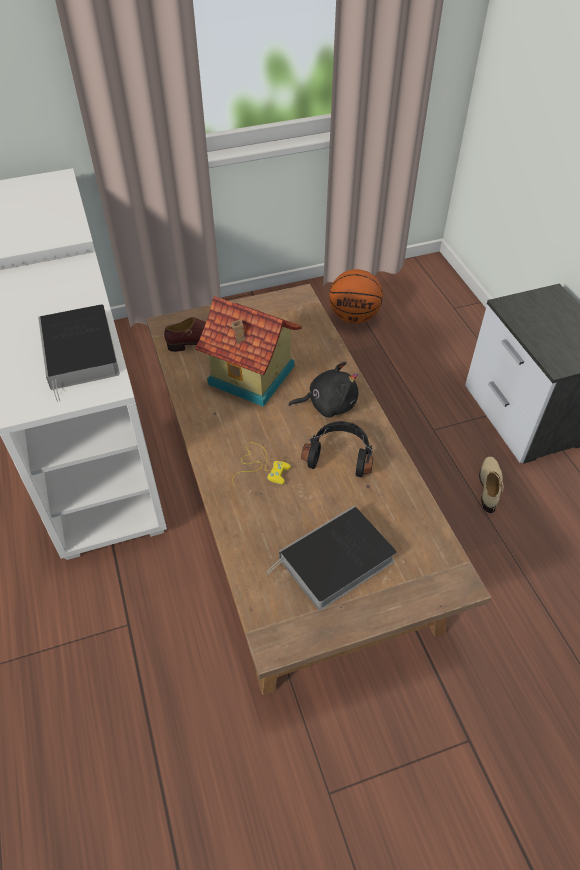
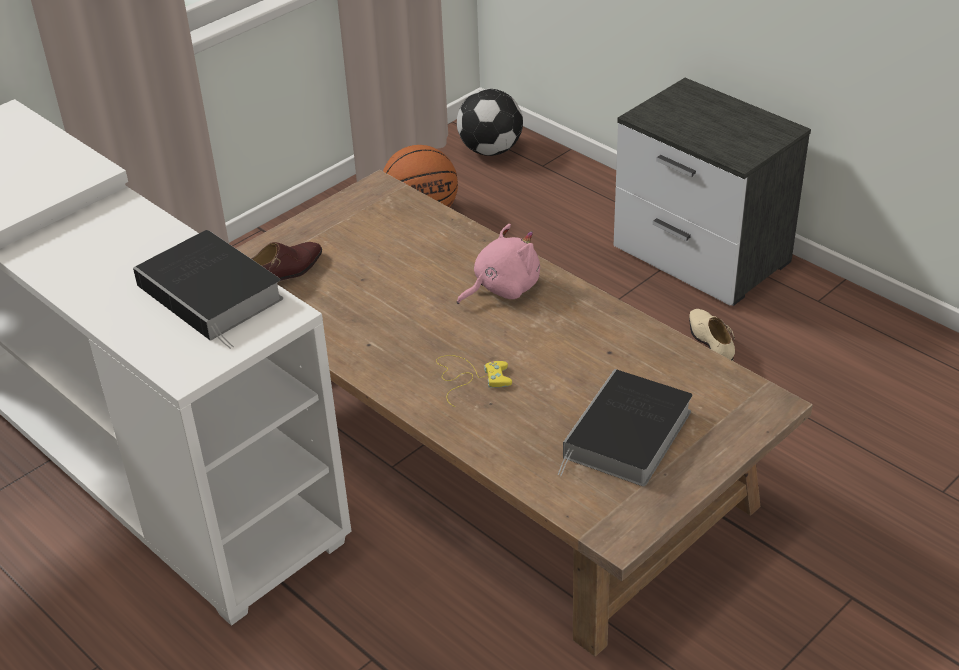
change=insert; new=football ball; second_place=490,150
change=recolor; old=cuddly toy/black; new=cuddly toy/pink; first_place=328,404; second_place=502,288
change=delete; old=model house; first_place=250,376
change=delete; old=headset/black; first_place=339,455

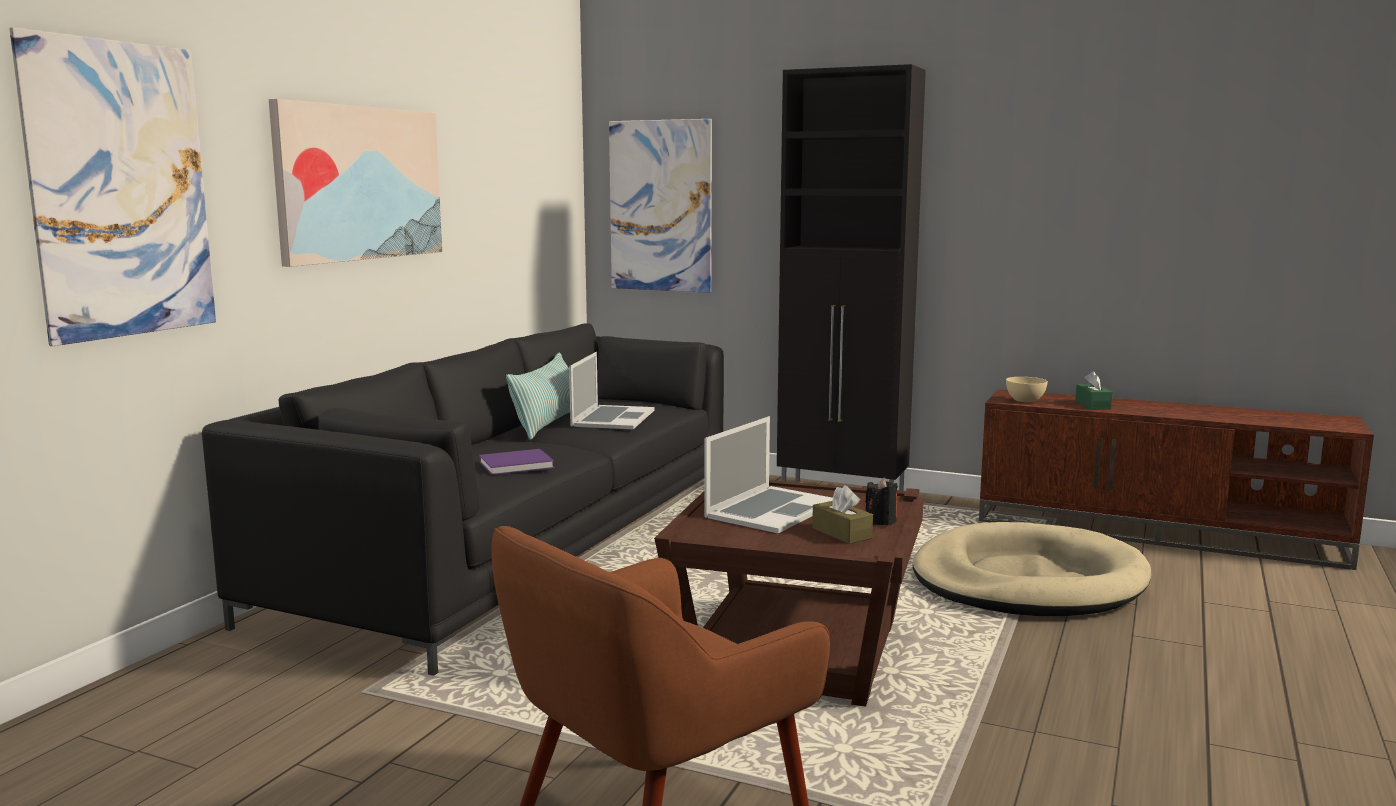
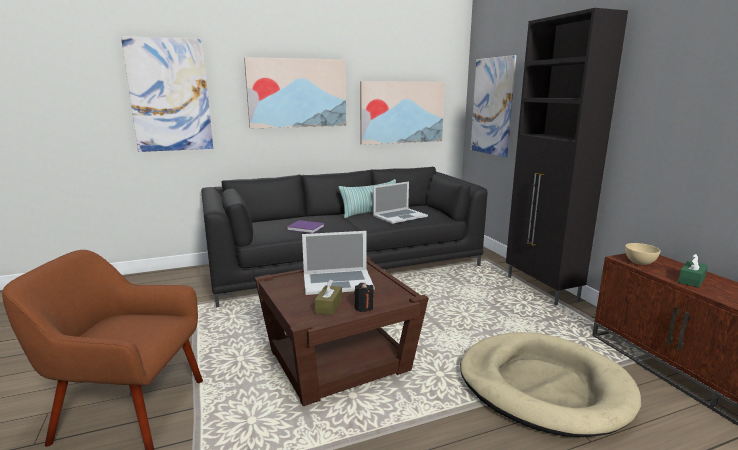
change=insert; new=wall art; second_place=402,112

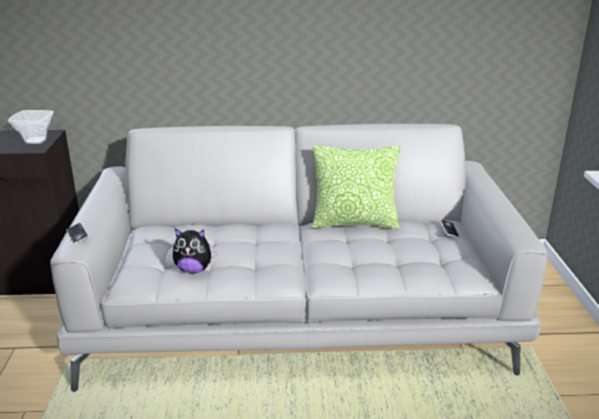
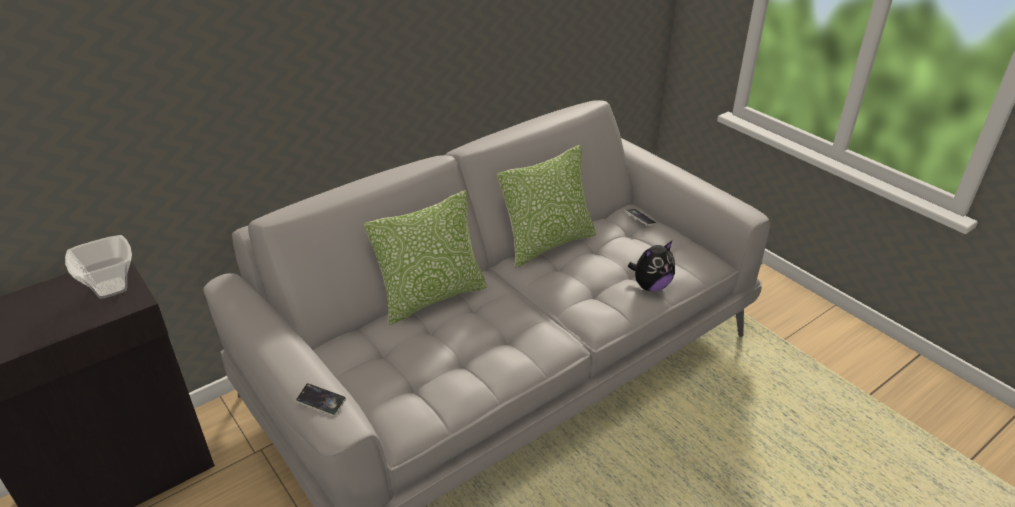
change=insert; new=throw pillow; second_place=432,297
change=move; old=cuddly toy; first_place=194,270; second_place=650,286

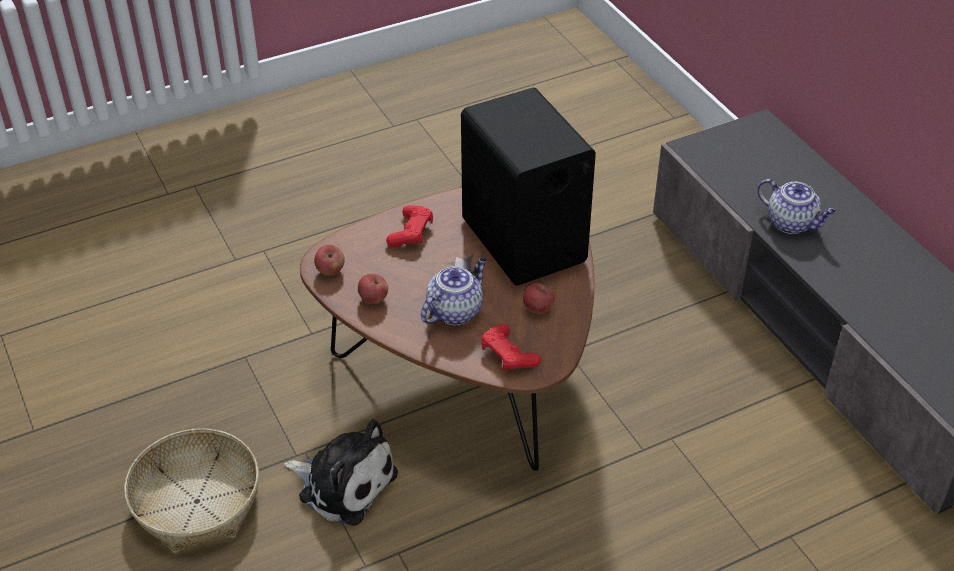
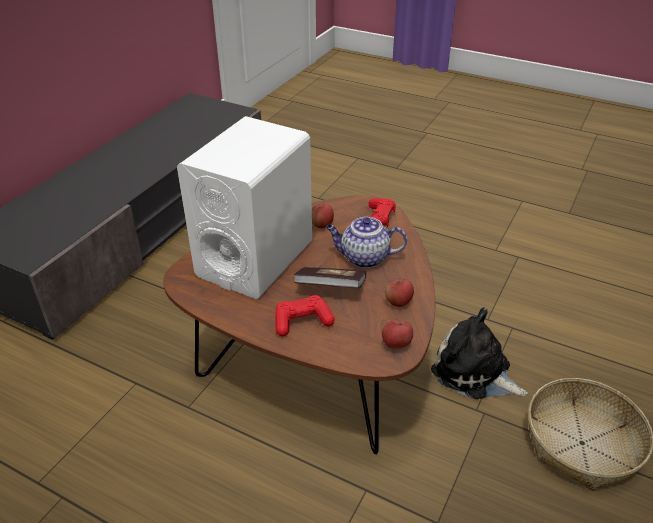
change=recolor; old=audio speaker/black; new=audio speaker/white; first_place=524,241; second_place=255,258
change=insert; new=volume; second_place=330,288
change=rotate; old=cuddly toy; first_place=343,483; second_place=474,372; degrees=-45
change=delete; old=teapot; first_place=792,223

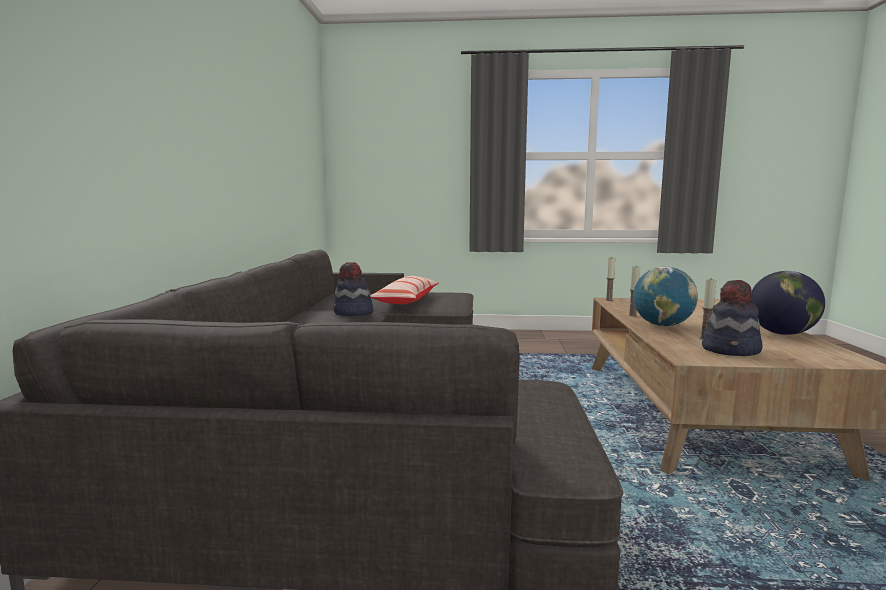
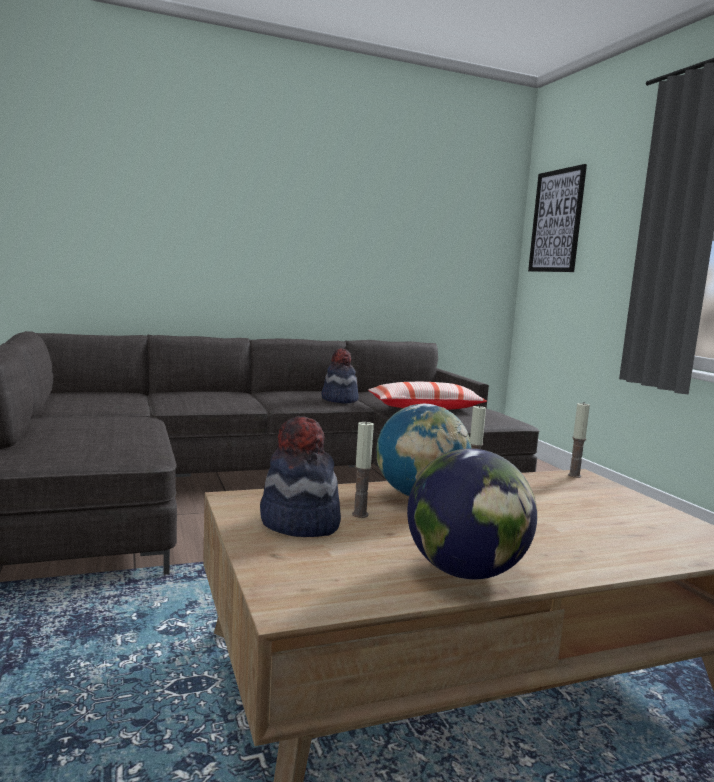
change=insert; new=wall art; second_place=556,221

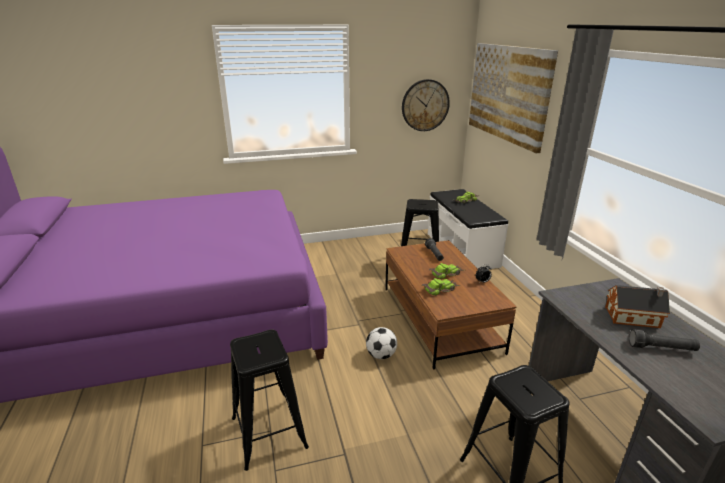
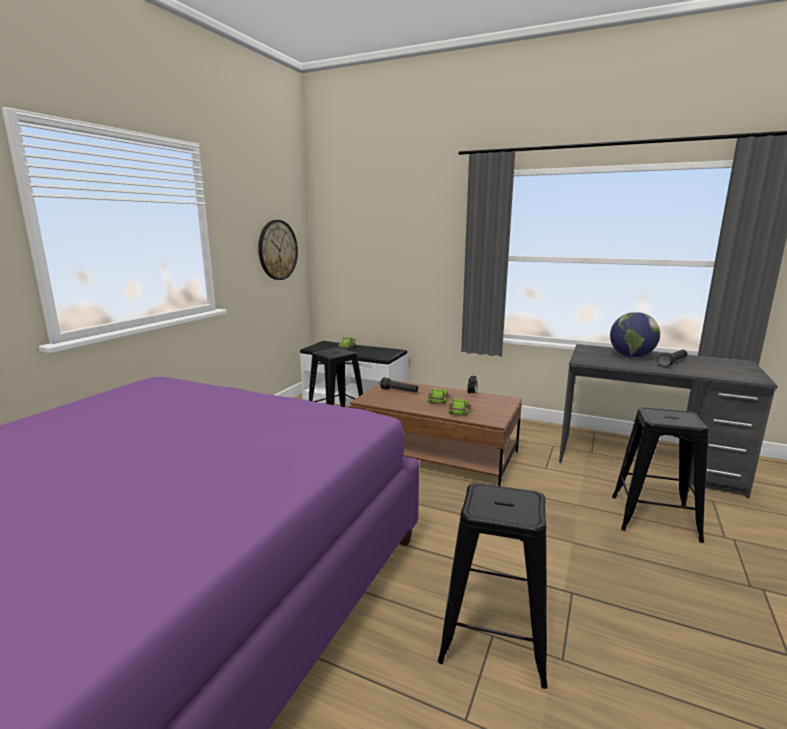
change=replace; old=model house; new=globe; first_place=634,317; second_place=631,356
change=delete; old=football ball; first_place=381,355
change=delete; old=wall art; first_place=508,93

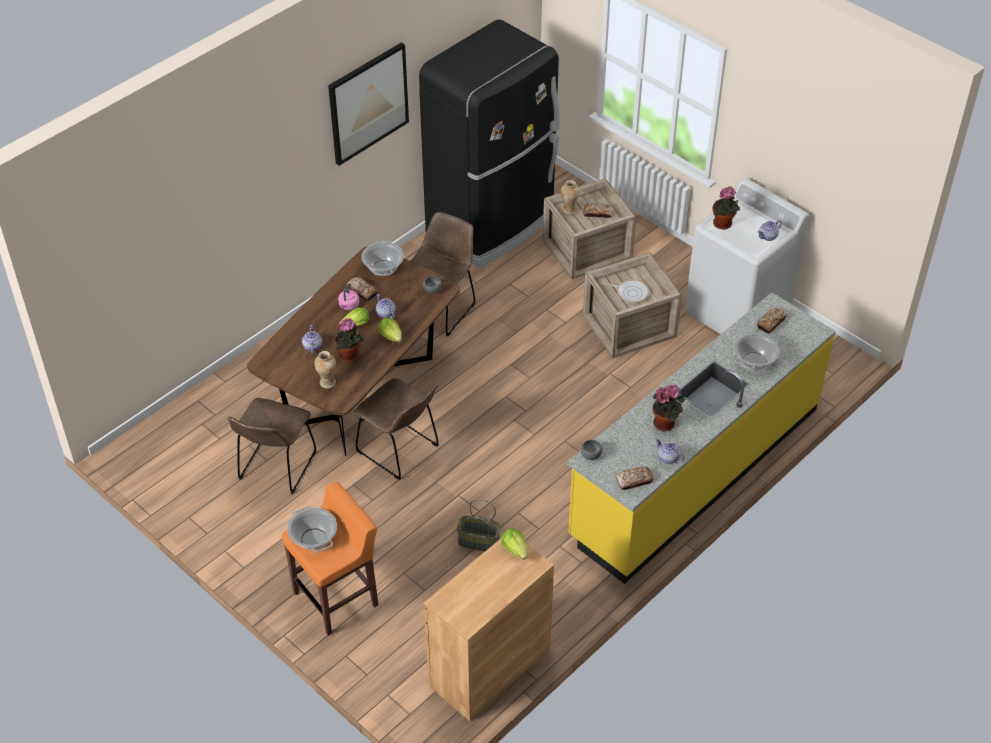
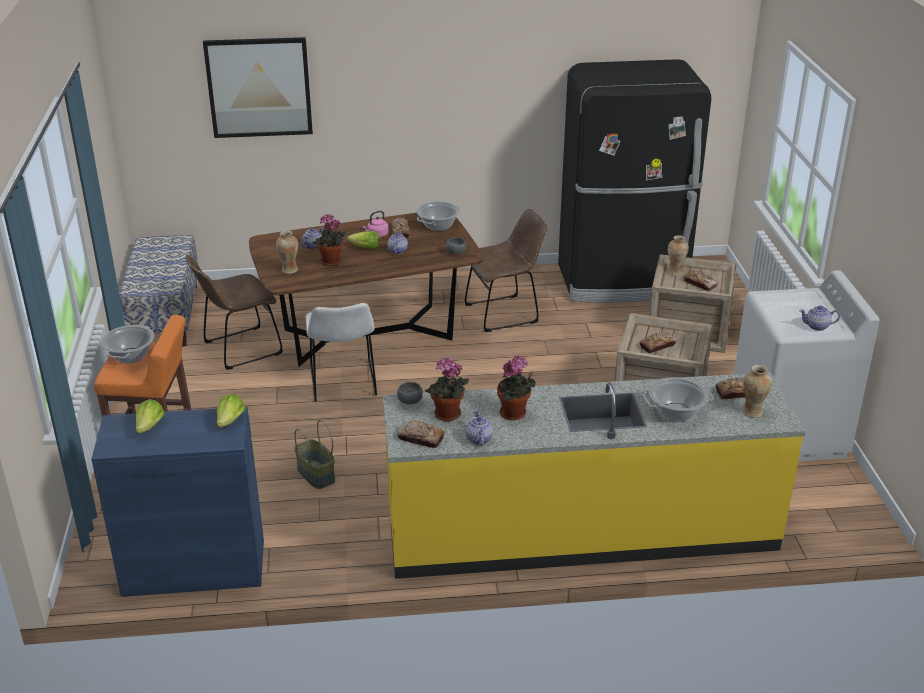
change=recolor; old=cupboard/brownish; new=cupboard/bluish; first_place=489,667; second_place=194,568
change=insert; new=long seat; second_place=165,316
change=move; old=lettuce head; first_place=391,336; second_place=150,427
change=move; old=wall art; first_place=368,103; second_place=259,87
change=recolor; old=plain chair/brownish; new=plain chair/white; first_place=400,451; second_place=343,384
change=move; old=potted plant; first_place=723,225; second_place=447,416
change=replace; old=frying pan; new=bakery bread; first_place=630,292; second_place=657,346
change=insert; new=flower vase; second_place=752,412

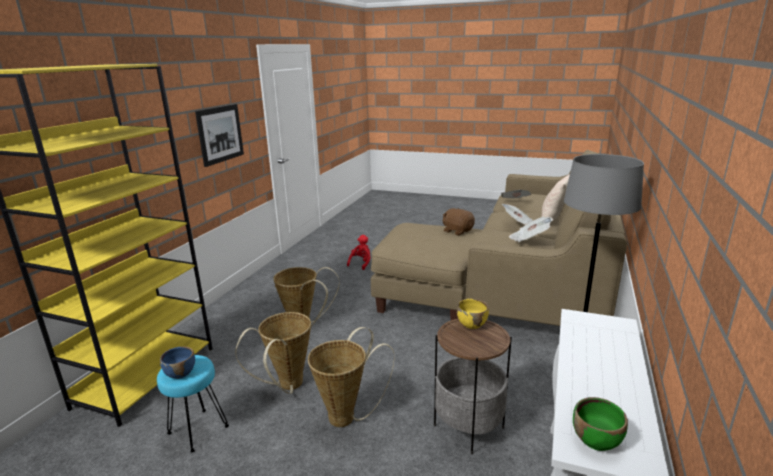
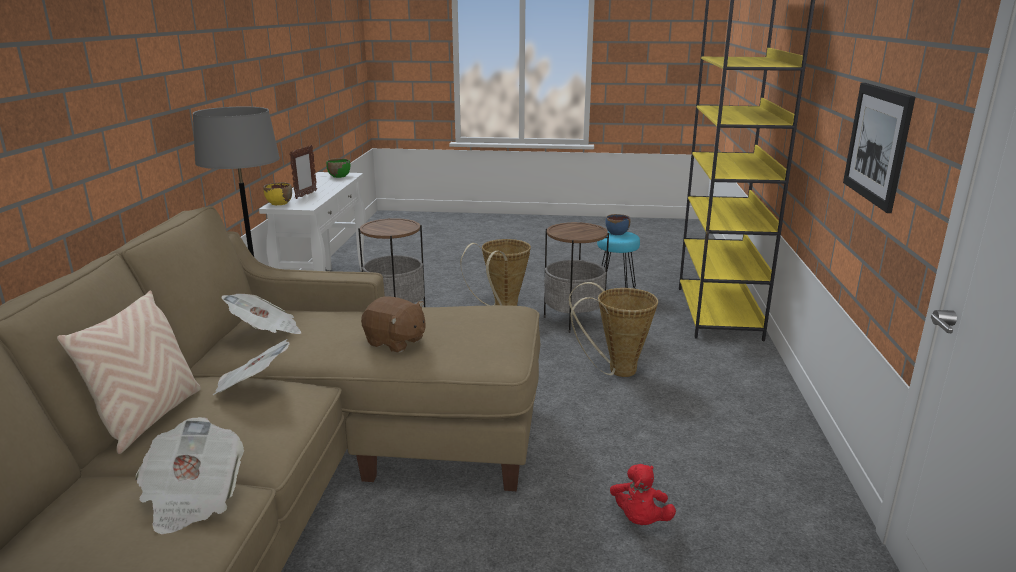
change=move; old=deep dish/yellowish; first_place=472,324; second_place=279,203
change=insert; new=standing frame; second_place=305,195
change=replace; old=storage basket; new=side table; first_place=287,386; second_place=573,320

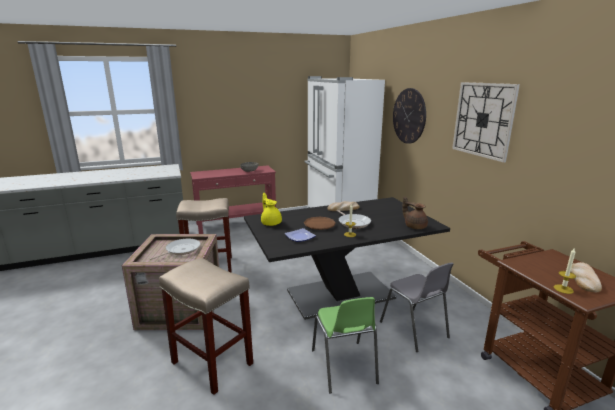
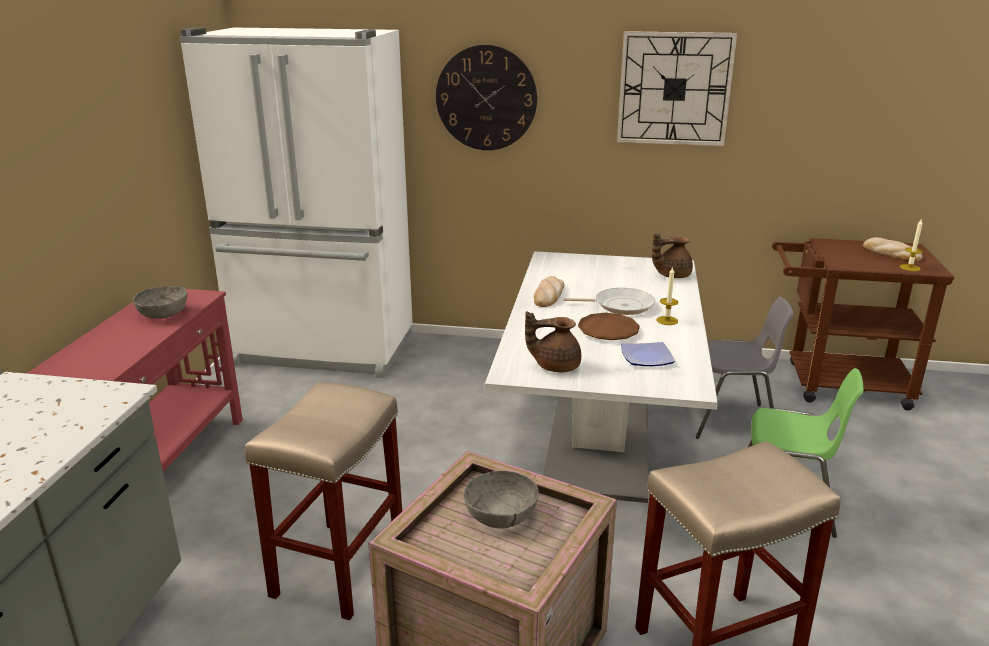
change=replace; old=frying pan; new=deep dish/gray; first_place=181,250; second_place=500,515
change=recolor; old=dining table/black; new=dining table/white; first_place=340,294; second_place=598,444
change=recolor; old=teapot/yellowish; new=teapot/brownish; first_place=271,223; second_place=555,366

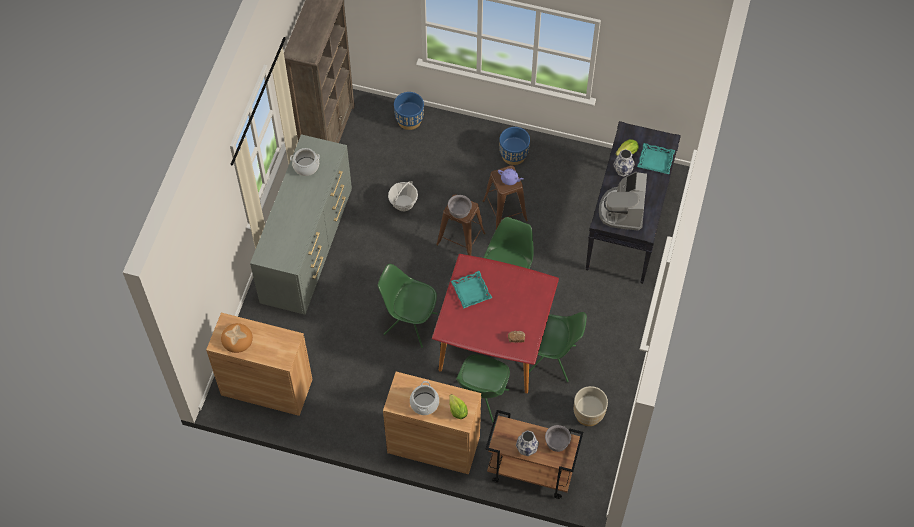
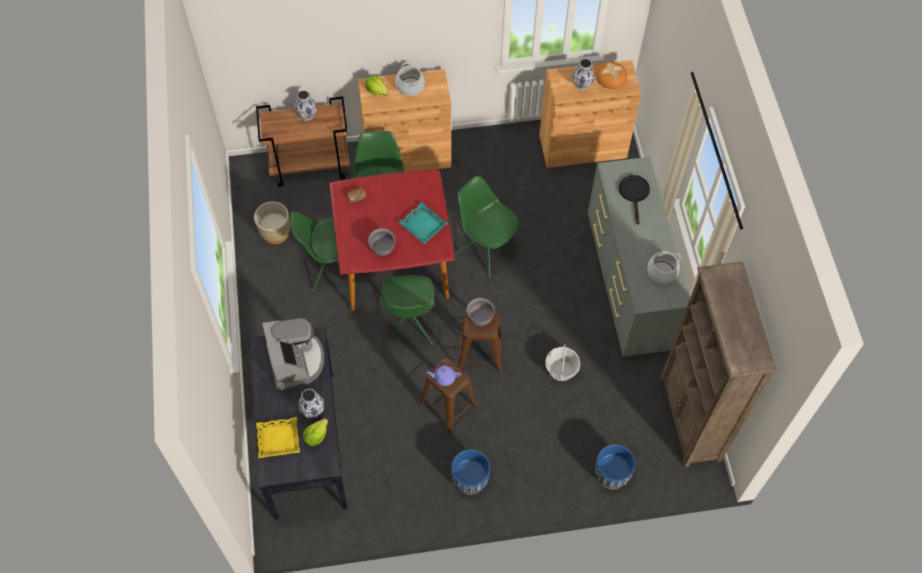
change=recolor; old=tray/turquoise-coloured; new=tray/yellowish; first_place=655,161; second_place=278,439
change=move; old=deep dish/gray; first_place=557,443; second_place=382,249
change=rotate; old=plain chair/green-coloured; first_place=409,323; second_place=486,250; degrees=-135
change=insert; new=flower vase; second_place=582,85
change=insert; new=frying pan/black; second_place=634,194

